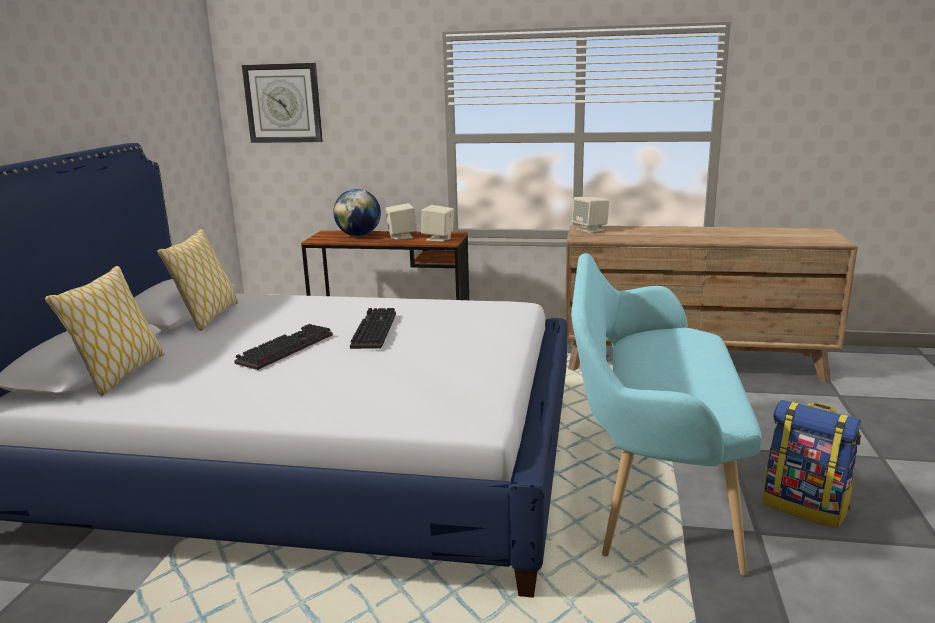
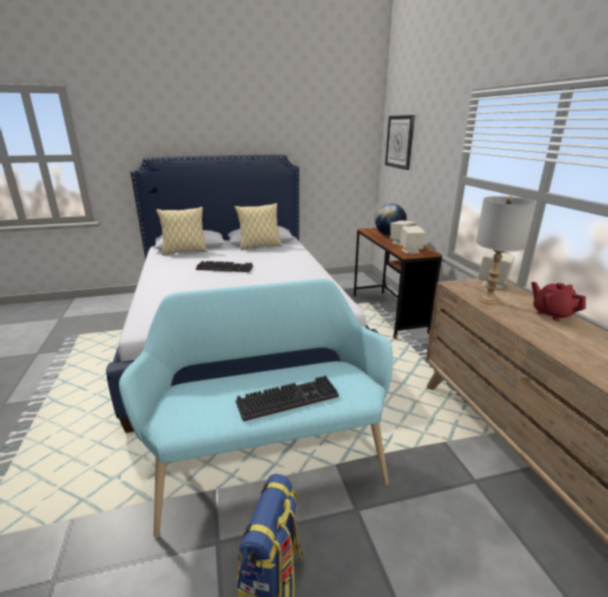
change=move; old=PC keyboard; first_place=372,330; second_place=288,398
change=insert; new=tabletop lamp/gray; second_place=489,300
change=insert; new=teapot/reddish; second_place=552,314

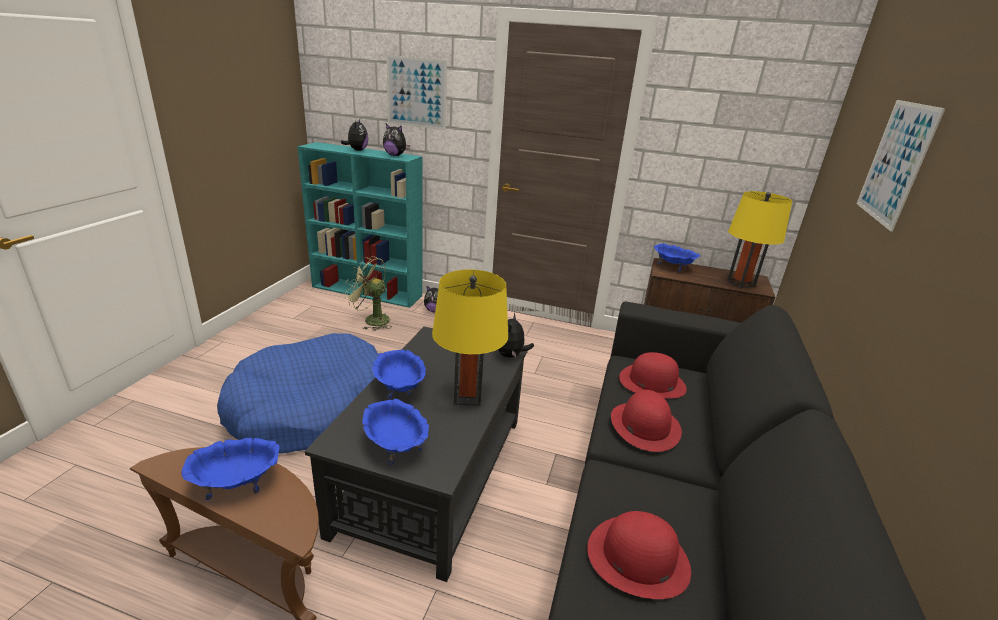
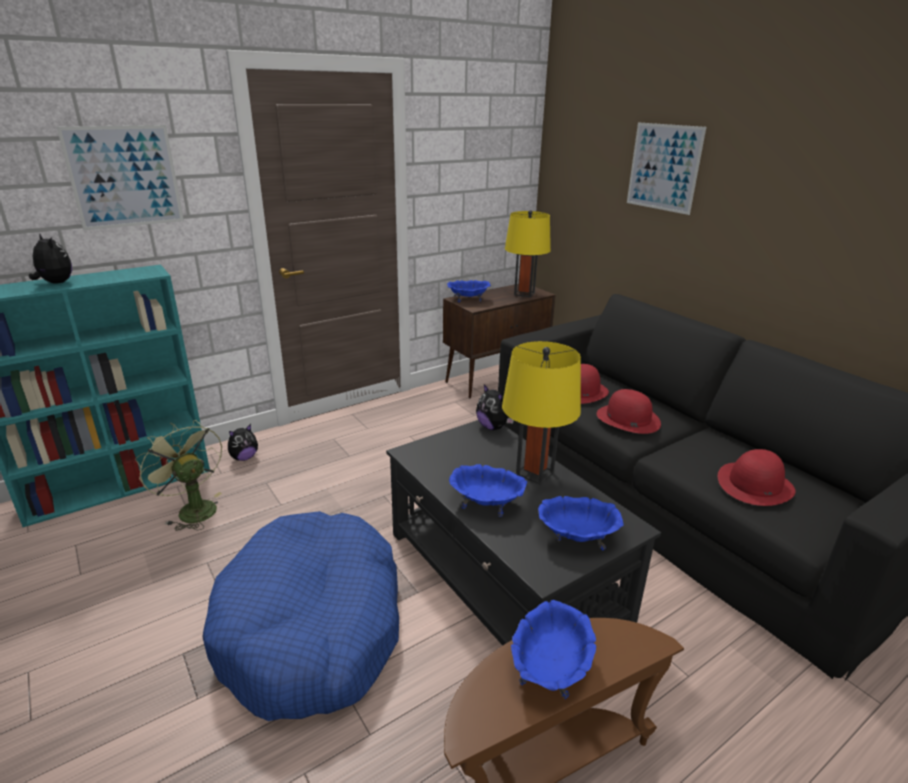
change=rotate; old=cooling fan/green-coloured; first_place=371,320; second_place=192,509; degrees=75
change=delete; old=cuddly toy; first_place=395,155

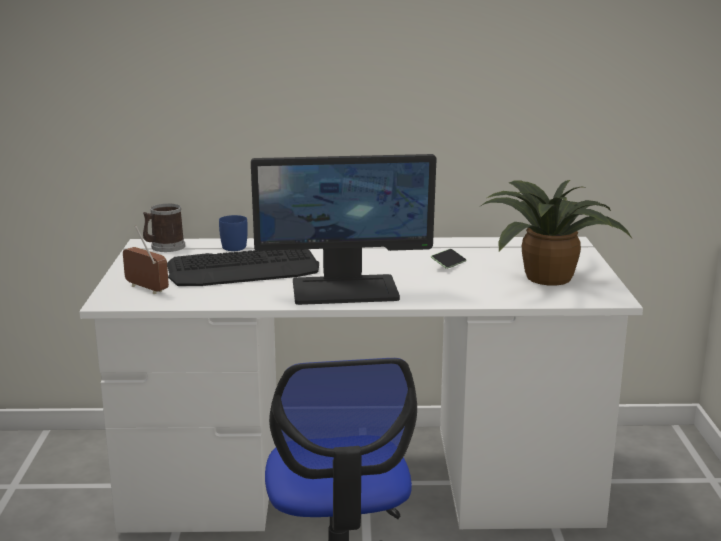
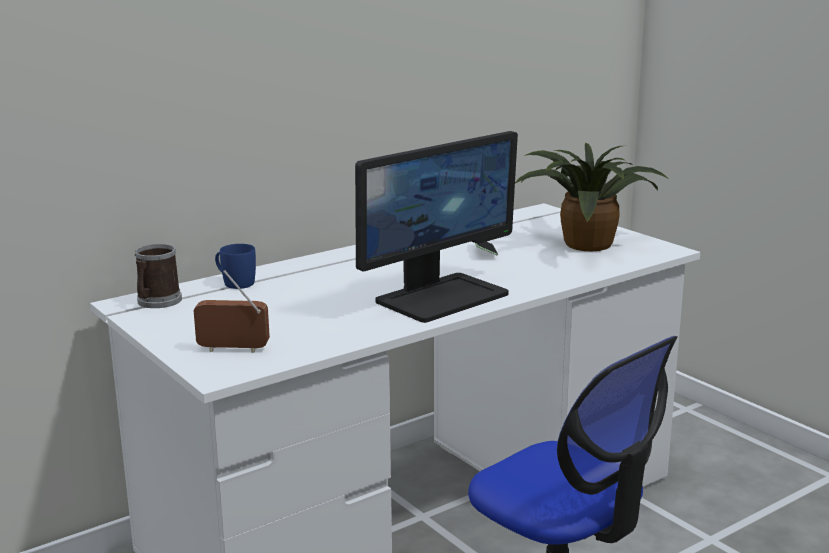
change=delete; old=PC keyboard; first_place=244,269

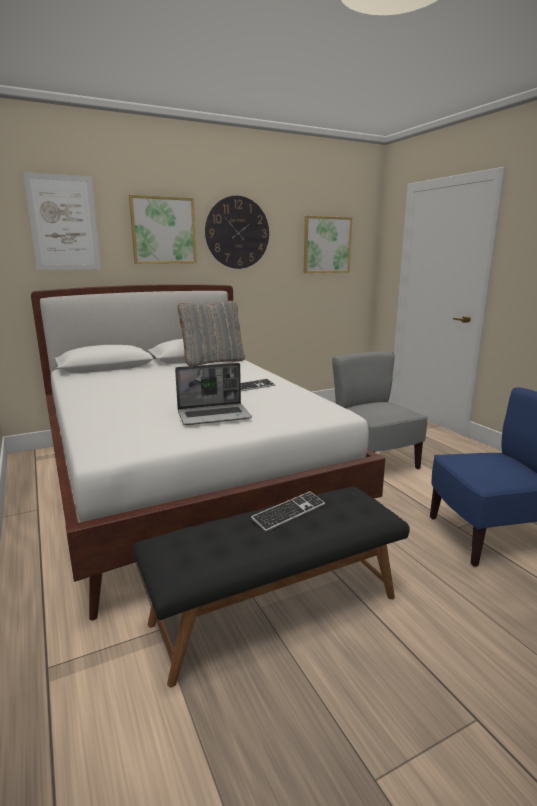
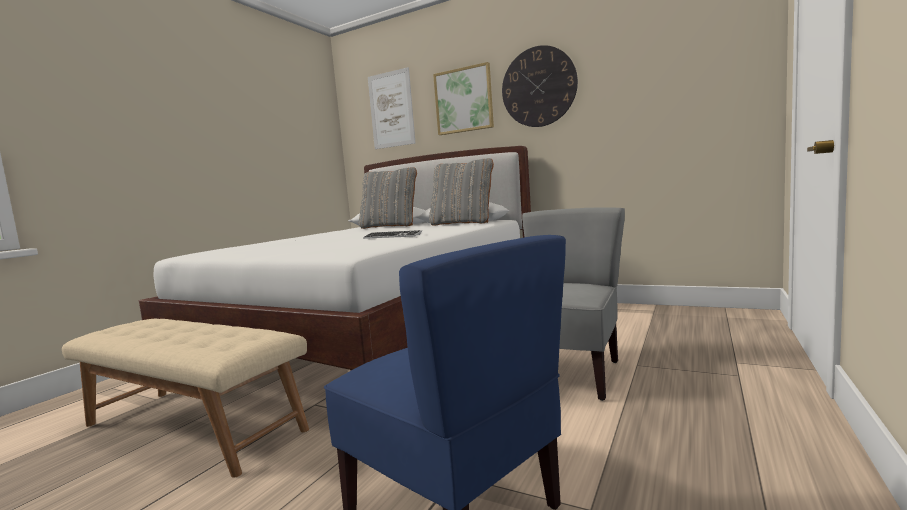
change=recolor; old=long seat/black; new=long seat/sand-coloured; first_place=275,609; second_place=193,426
change=insert; new=throw pillow/gray; second_place=390,226
change=delete; old=notebook computer; first_place=214,415
change=delete; old=PC keyboard; first_place=289,512
change=delete; old=wall art; first_place=326,245

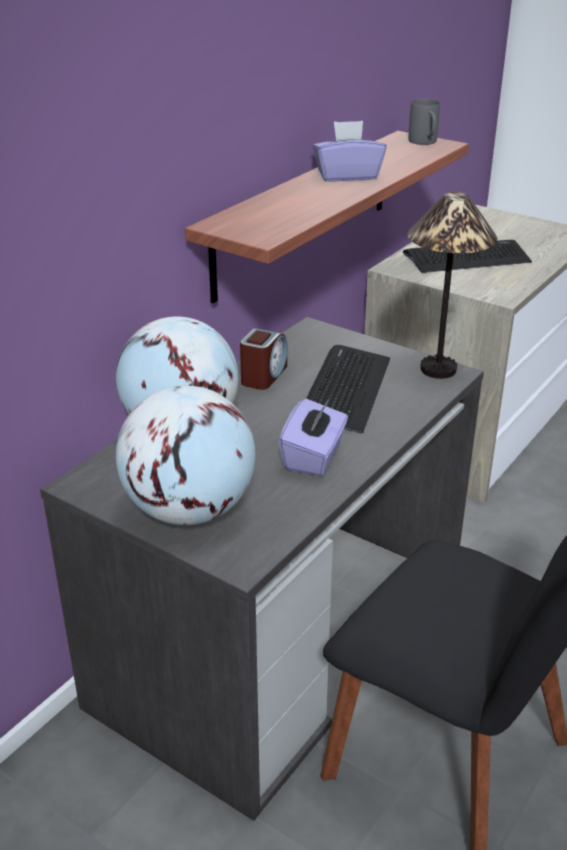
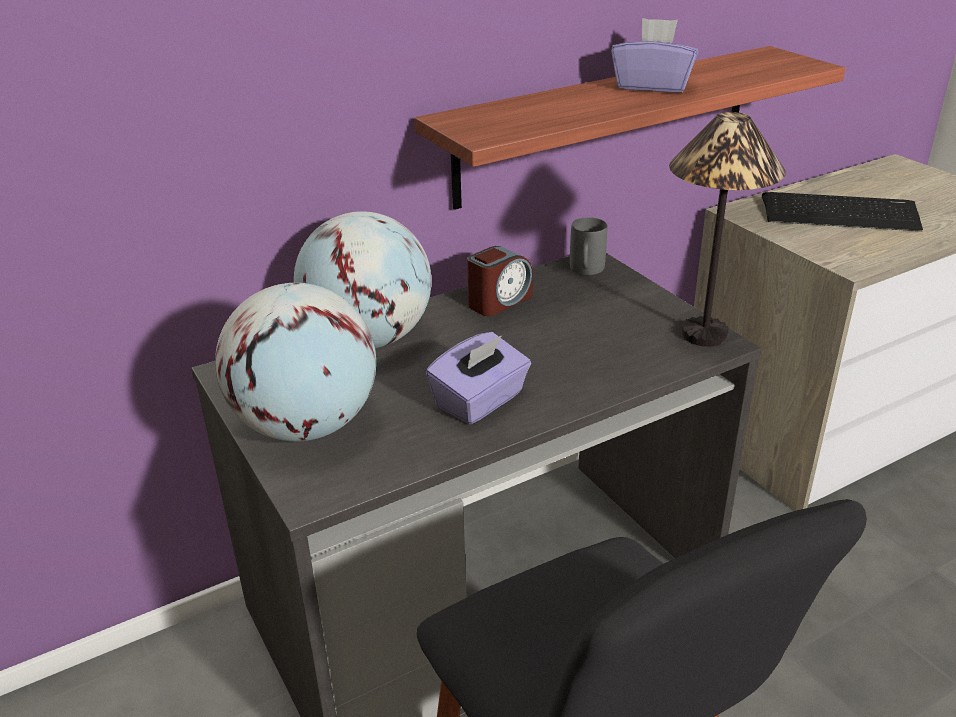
change=move; old=tea mug/gray; first_place=424,143; second_place=586,271
change=delete; old=PC keyboard; first_place=344,389

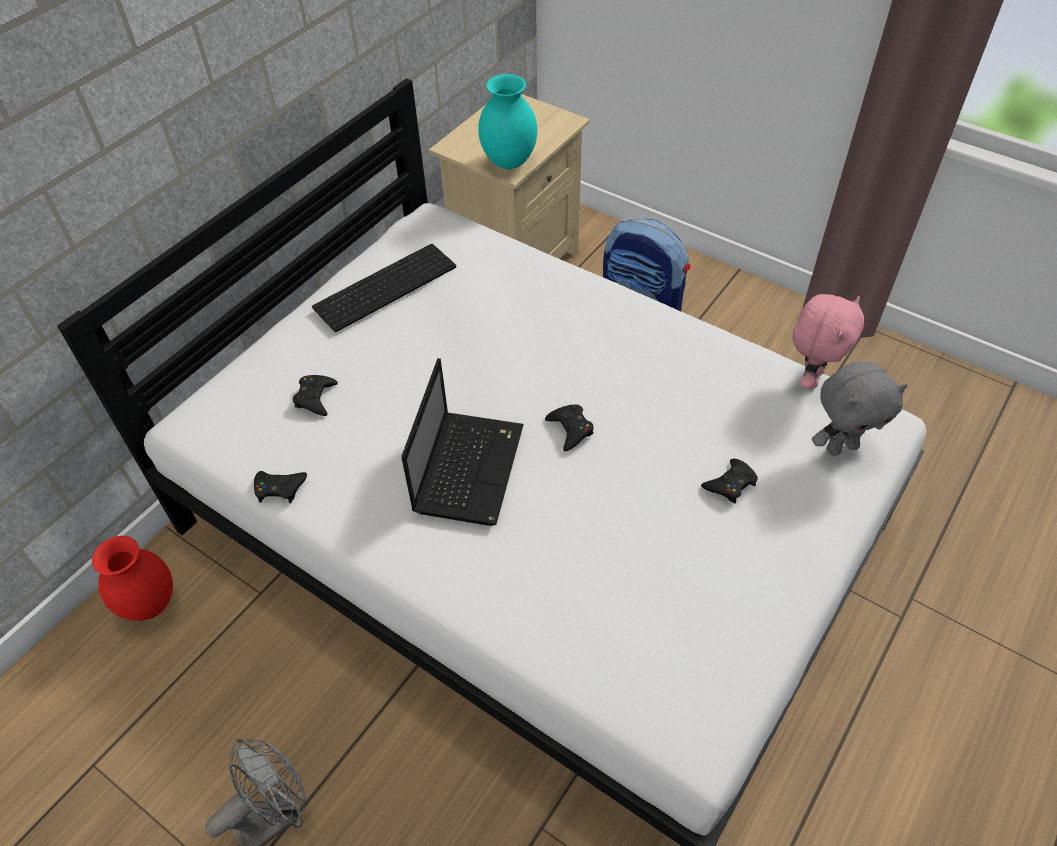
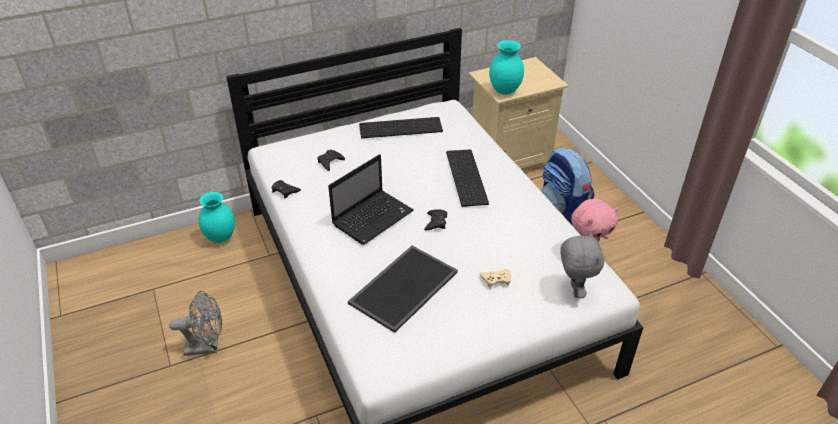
change=recolor; old=flower vase/reddish; new=flower vase/turquoise-coloured; first_place=149,604; second_place=220,237
change=insert; new=tray; second_place=403,286
change=insert; new=PC keyboard; second_place=464,177
change=recolor; old=joypad/black; new=joypad/sand-coloured; first_place=730,484; second_place=496,280
change=rotate; old=cuddly toy/gray; first_place=841,447; second_place=574,290; degrees=-105

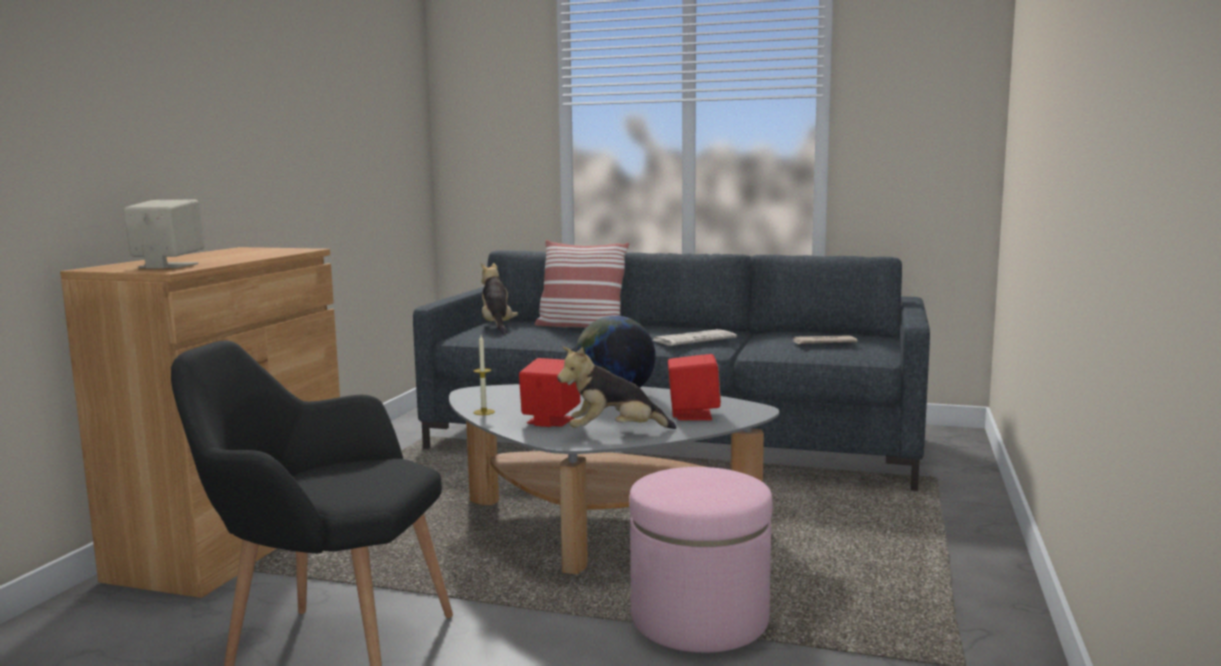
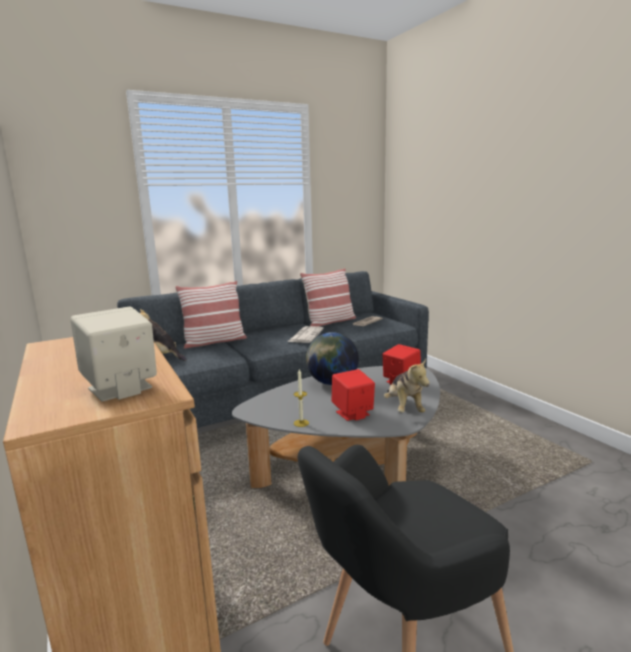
change=insert; new=throw pillow; second_place=330,322
change=rotate; old=cuddly toy; first_place=614,433; second_place=404,408; degrees=-45
change=delete; old=footrest/pink; first_place=699,618

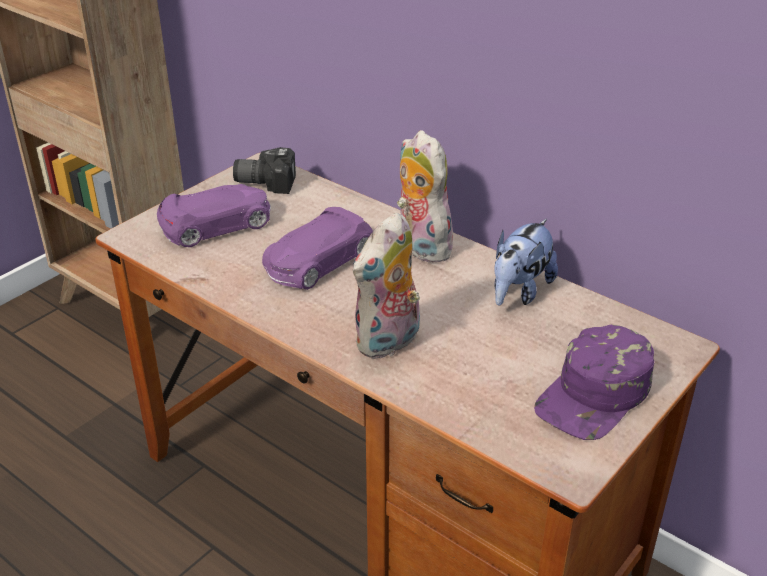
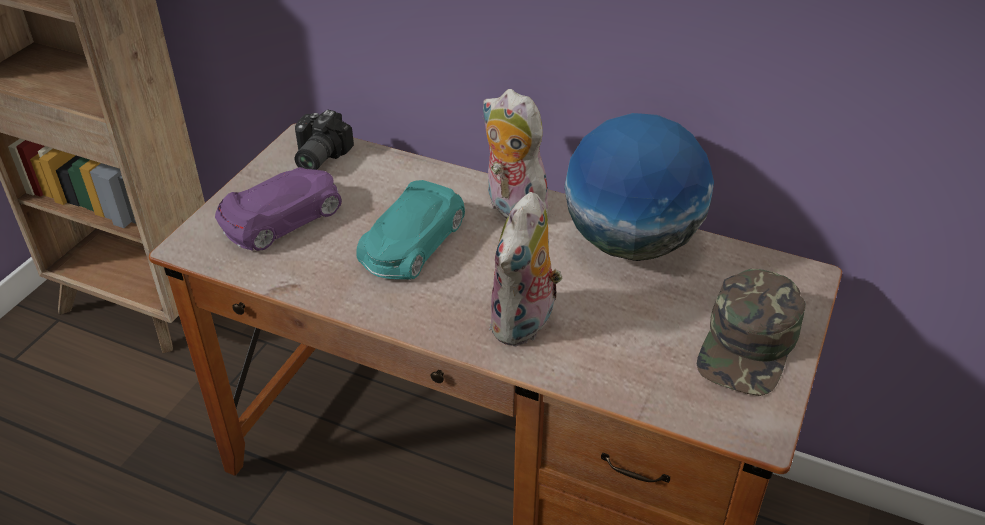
change=rotate; old=photo camera; first_place=266,181; second_place=316,157; degrees=-60
change=recolor; old=miniature car/purple; new=miniature car/turquoise-coloured; first_place=318,262; second_place=411,244
change=replace; old=cuddly toy; new=globe; first_place=519,291; second_place=631,243
change=recolor; old=cap/purple; new=cap/green-coloured; first_place=595,395; second_place=749,344

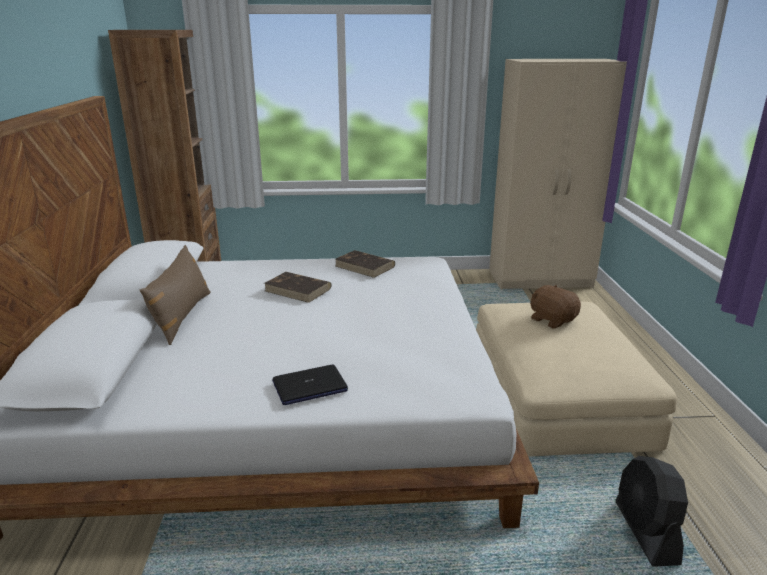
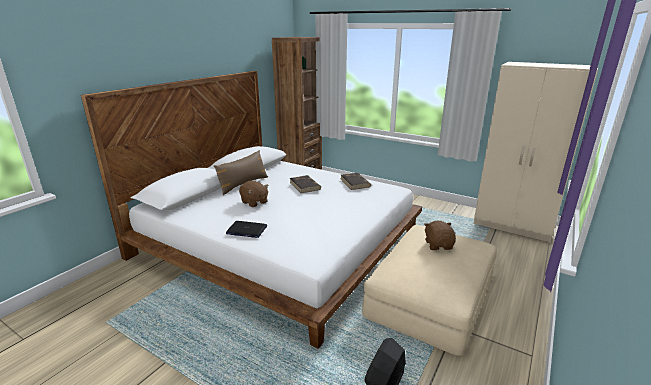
change=insert; new=cuddly toy/brownish; second_place=254,202

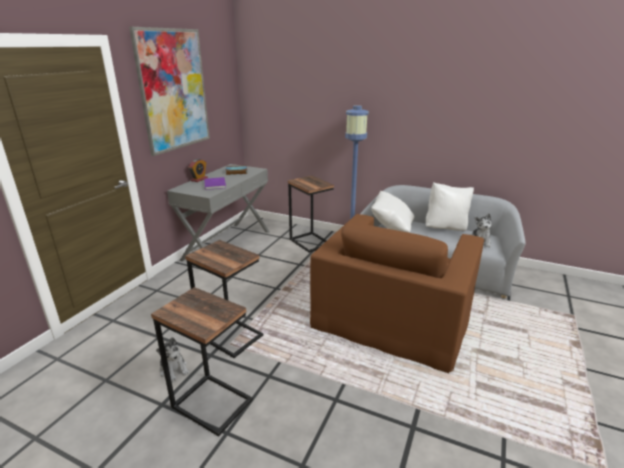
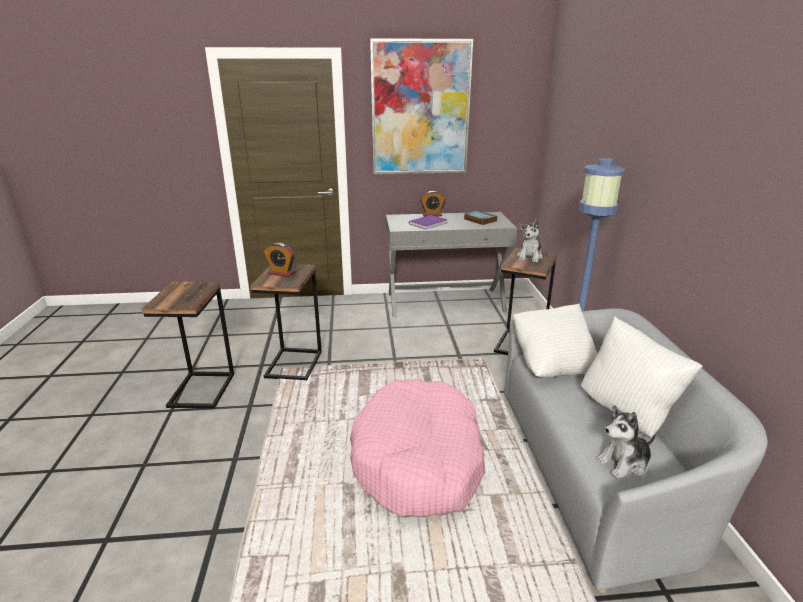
change=insert; new=alarm clock; second_place=281,273
change=replace; old=easy chair/brownish; new=dog bed/pink; first_place=393,315; second_place=419,460
change=move; old=cuddly toy; first_place=174,369; second_place=529,257

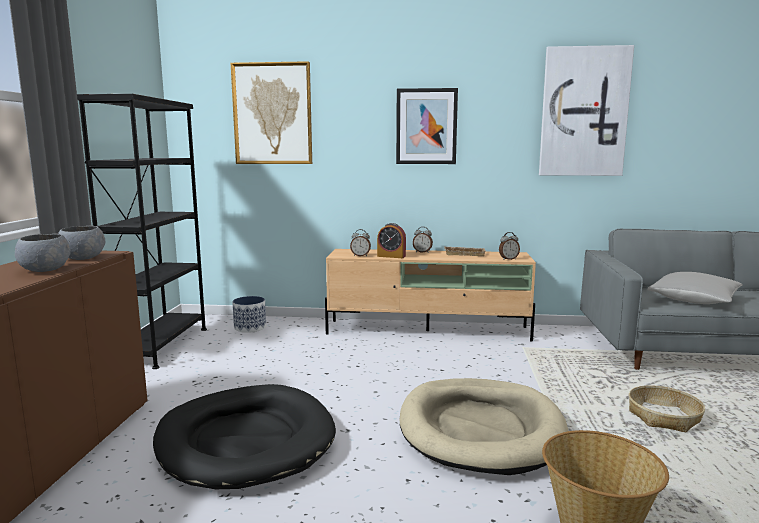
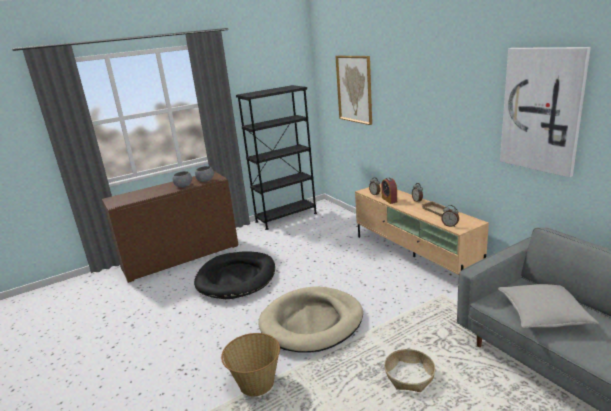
change=delete; old=planter; first_place=250,327
change=delete; old=wall art; first_place=426,126

